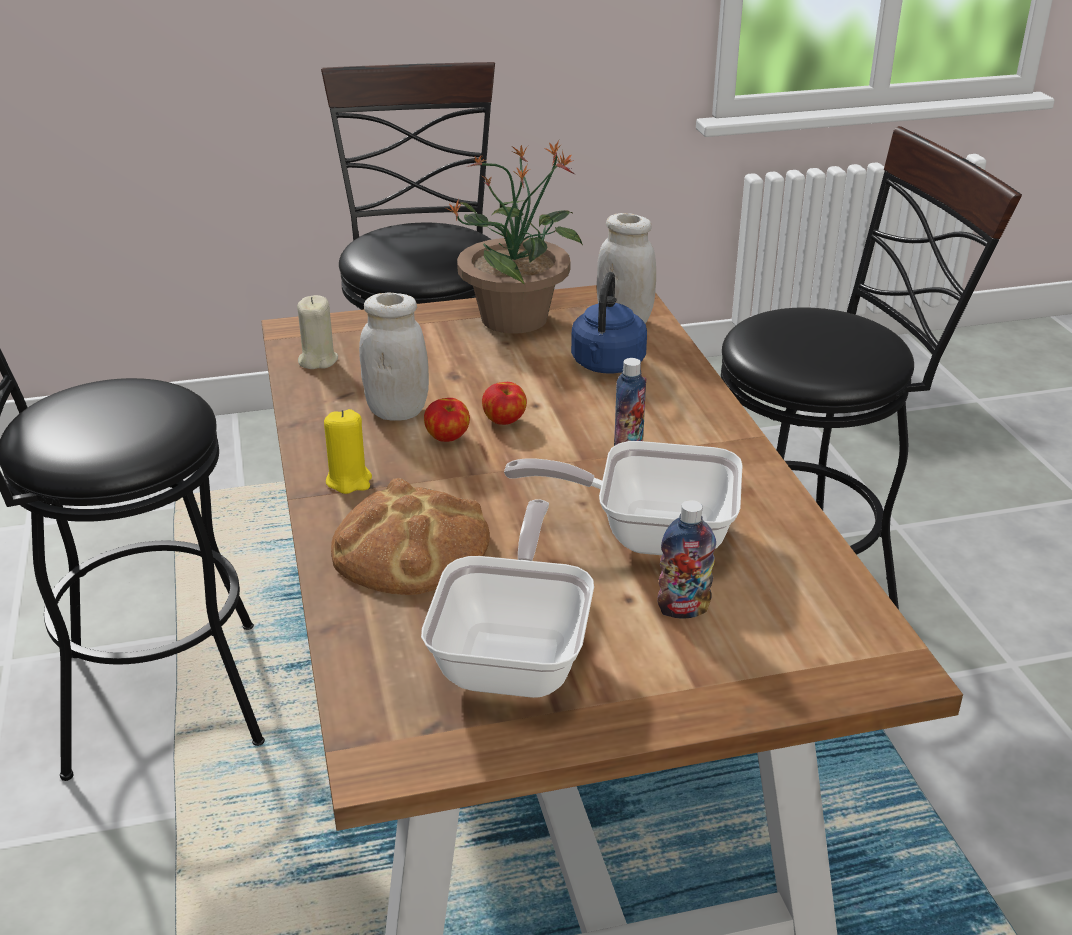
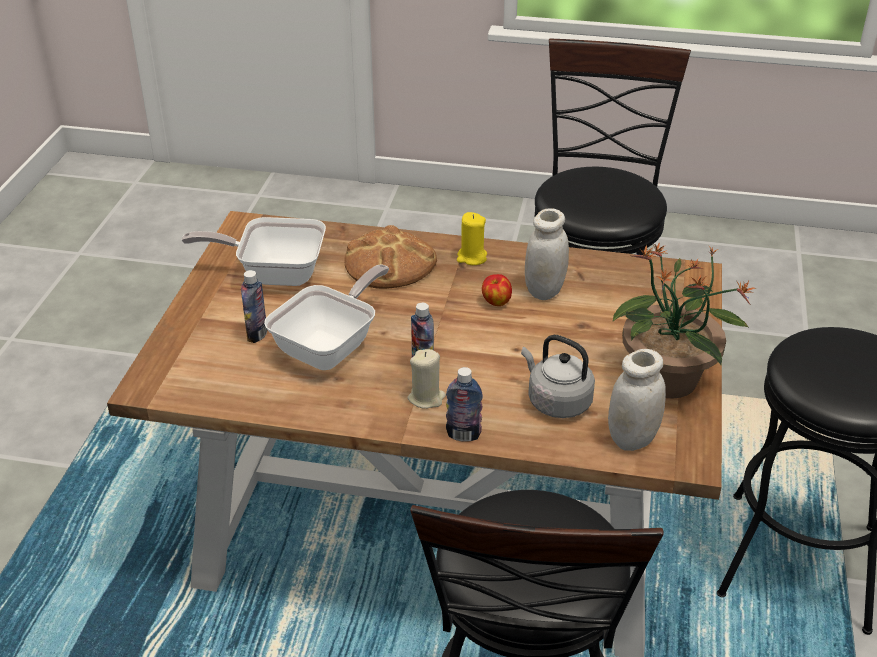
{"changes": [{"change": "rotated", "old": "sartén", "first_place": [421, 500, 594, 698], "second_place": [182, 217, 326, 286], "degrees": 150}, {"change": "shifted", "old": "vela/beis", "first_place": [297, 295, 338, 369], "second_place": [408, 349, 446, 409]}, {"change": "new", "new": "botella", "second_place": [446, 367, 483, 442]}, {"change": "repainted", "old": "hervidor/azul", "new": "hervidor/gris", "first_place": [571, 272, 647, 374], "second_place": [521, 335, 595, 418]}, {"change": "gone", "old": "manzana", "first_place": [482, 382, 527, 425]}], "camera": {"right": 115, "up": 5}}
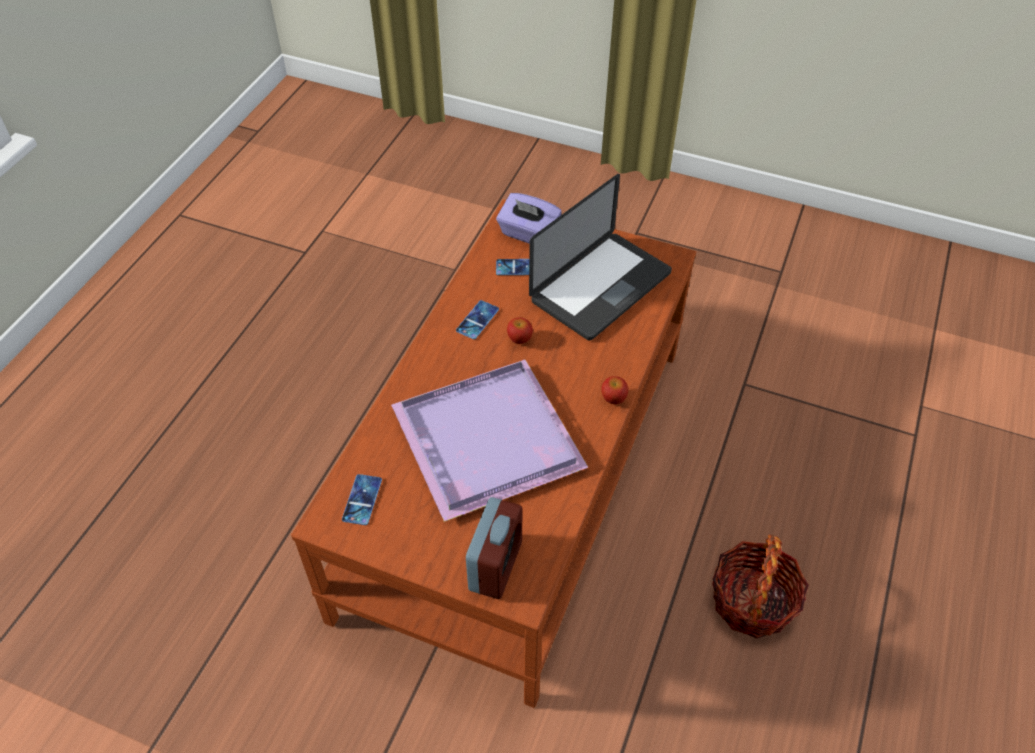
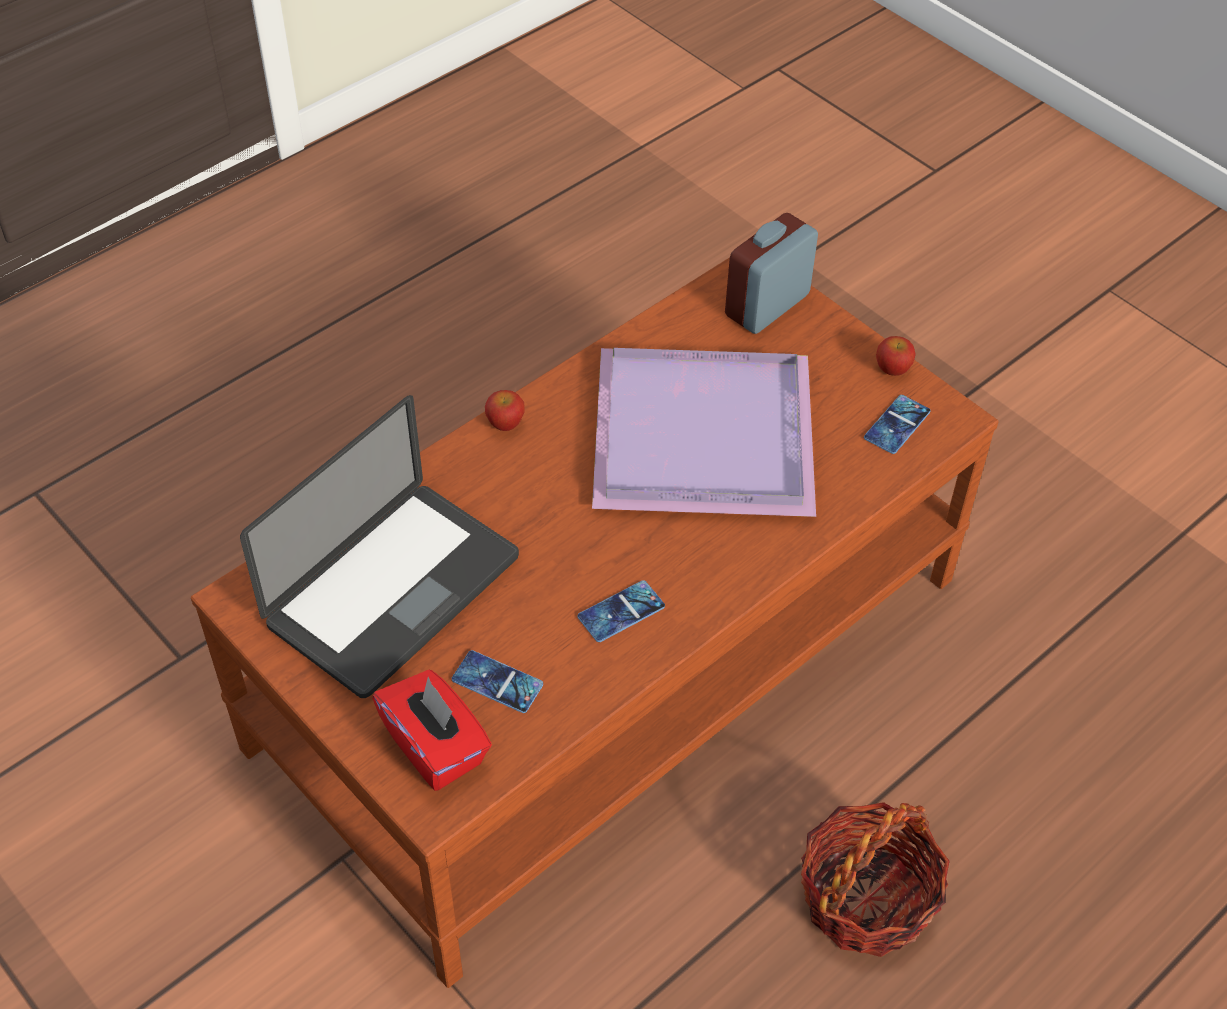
{"changes": [{"change": "rotated", "old": "portátil", "first_place": [529, 174, 672, 340], "second_place": [240, 395, 519, 698], "degrees": 150}, {"change": "repainted", "old": "caja de pañuelos/morado", "new": "caja de pañuelos/rojo", "first_place": [496, 193, 562, 244], "second_place": [372, 670, 492, 791]}, {"change": "shifted", "old": "cesta", "first_place": [712, 534, 809, 638], "second_place": [801, 802, 950, 957]}, {"change": "shifted", "old": "manzana", "first_place": [507, 317, 533, 344], "second_place": [876, 336, 916, 376]}], "camera": {"right": -155, "up": 0}}
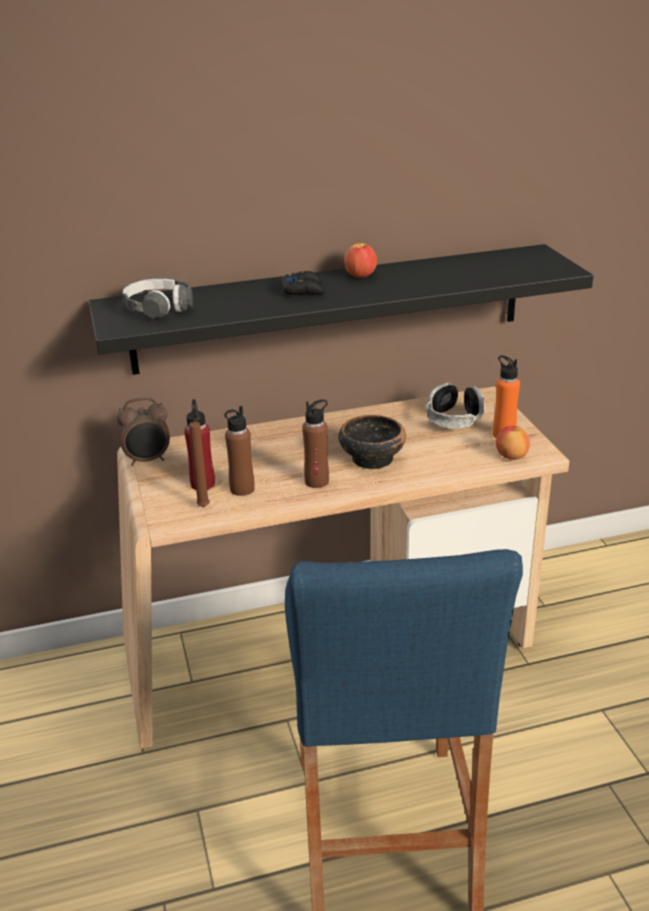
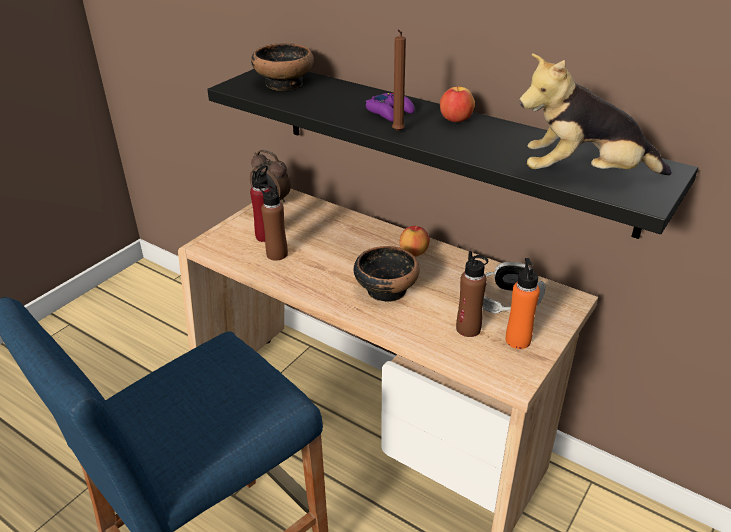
{"changes": [{"change": "swapped", "old": "auriculares", "new": "cuenco", "first_place": [122, 278, 193, 319], "second_place": [251, 43, 314, 91]}, {"change": "repainted", "old": "mando de consola/negro", "new": "mando de consola/morado", "first_place": [281, 271, 325, 295], "second_place": [366, 93, 415, 122]}, {"change": "shifted", "old": "vela/marrón", "first_place": [189, 418, 210, 507], "second_place": [392, 30, 406, 132]}, {"change": "shifted", "old": "manzana", "first_place": [496, 425, 530, 460], "second_place": [399, 226, 430, 257]}, {"change": "shifted", "old": "botella/marrón", "first_place": [302, 399, 329, 488], "second_place": [456, 251, 488, 337]}, {"change": "new", "new": "peluche", "second_place": [519, 53, 672, 175]}], "camera": {"right": 50, "up": 5}}
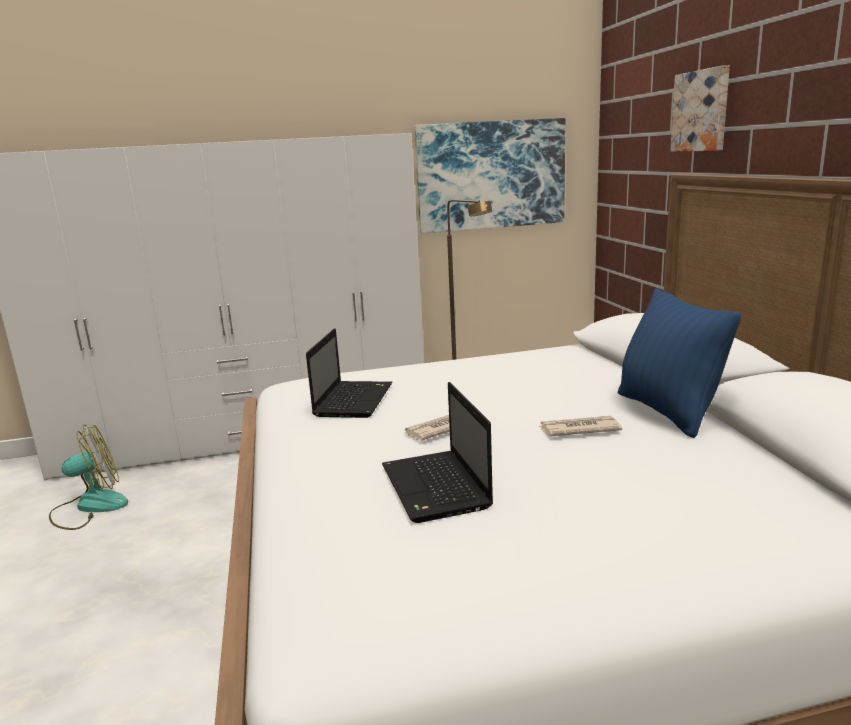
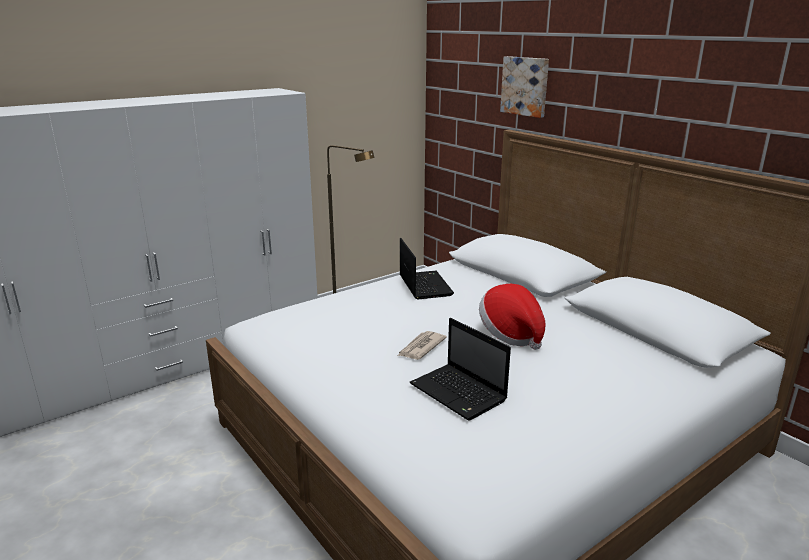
{"changes": [{"change": "shifted", "old": "portátil", "first_place": [306, 329, 392, 418], "second_place": [400, 238, 454, 299]}, {"change": "swapped", "old": "periódico", "new": "sombrero", "first_place": [538, 416, 622, 436], "second_place": [479, 284, 545, 350]}, {"change": "gone", "old": "ventilador", "first_place": [49, 424, 128, 530]}, {"change": "gone", "old": "cuadro", "first_place": [414, 118, 566, 233]}, {"change": "gone", "old": "cojín/azul", "first_place": [618, 289, 742, 438]}], "camera": {"right": -25, "up": 5}}
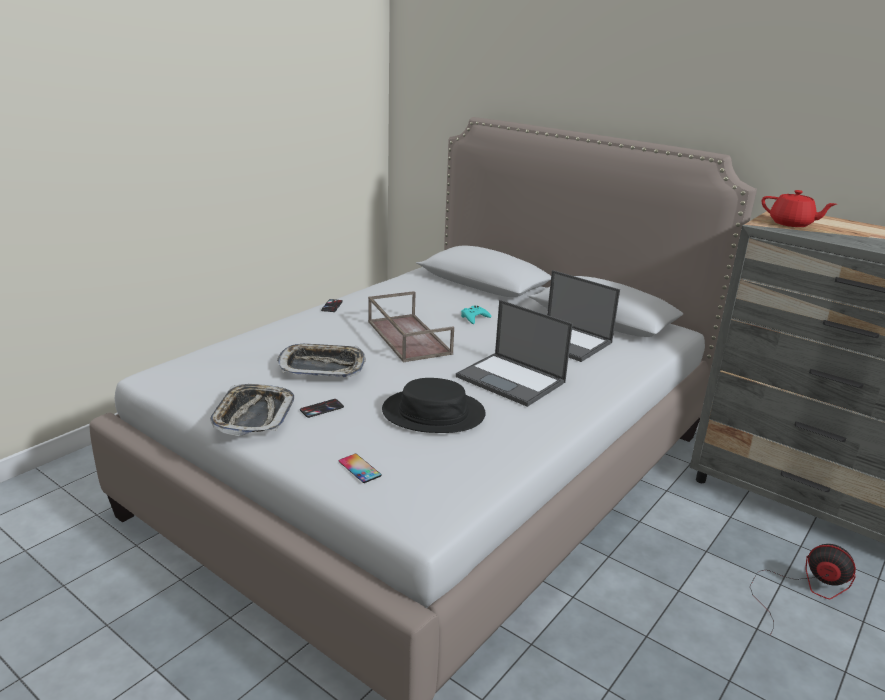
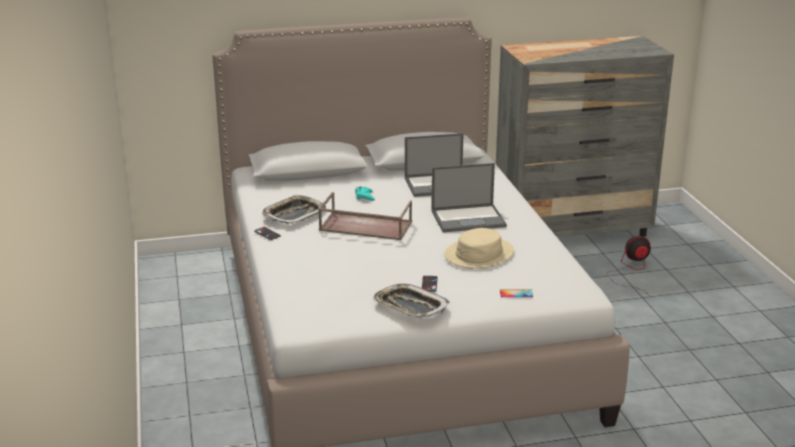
{"changes": [{"change": "shifted", "old": "bandeja", "first_place": [277, 344, 366, 377], "second_place": [262, 195, 326, 224]}, {"change": "repainted", "old": "sombrero/negro", "new": "sombrero/beis", "first_place": [382, 378, 486, 433], "second_place": [444, 228, 514, 269]}, {"change": "gone", "old": "tetera/rojo", "first_place": [762, 190, 837, 227]}], "camera": {"right": -50, "up": 0}}
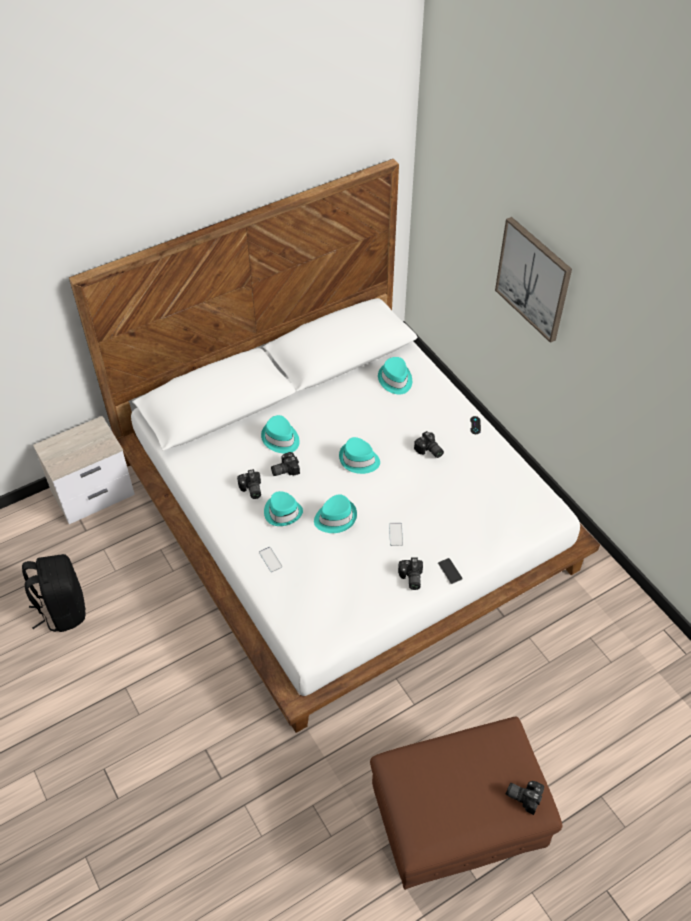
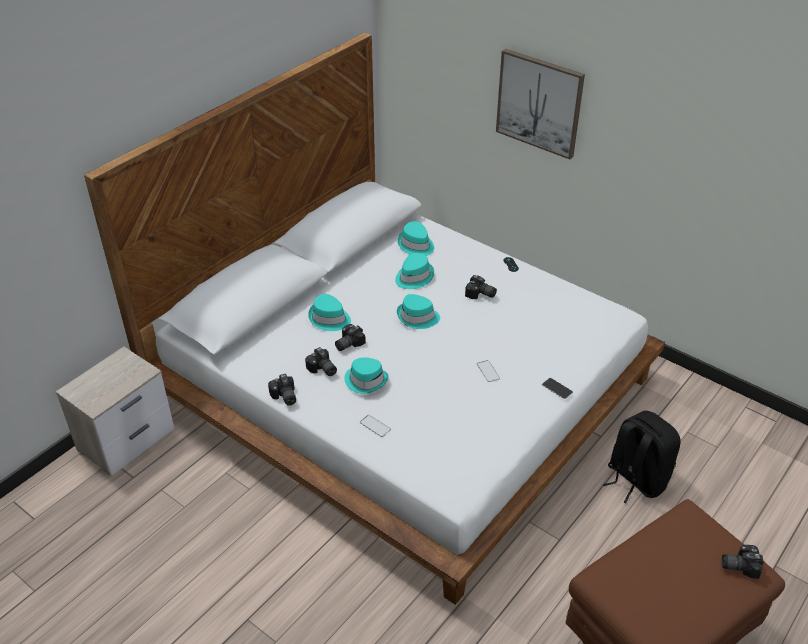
{"changes": [{"change": "shifted", "old": "cámara", "first_place": [398, 557, 423, 590], "second_place": [268, 374, 296, 406]}, {"change": "shifted", "old": "sombrero/turquesa", "first_place": [314, 494, 357, 533], "second_place": [395, 253, 434, 289]}, {"change": "shifted", "old": "mochila/negro", "first_place": [22, 554, 85, 632], "second_place": [603, 411, 681, 504]}], "camera": {"right": -20, "up": -10}}
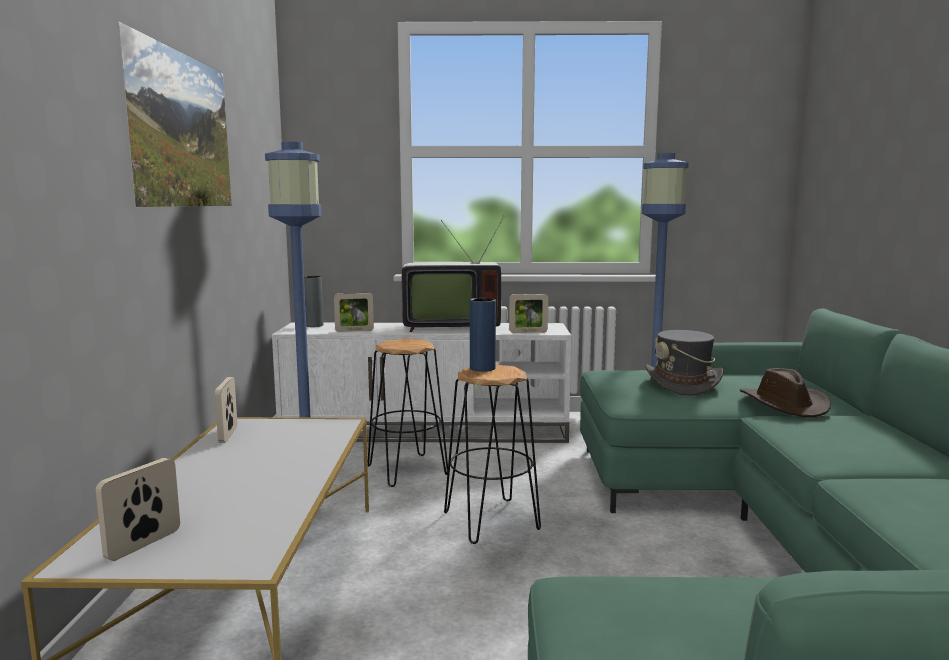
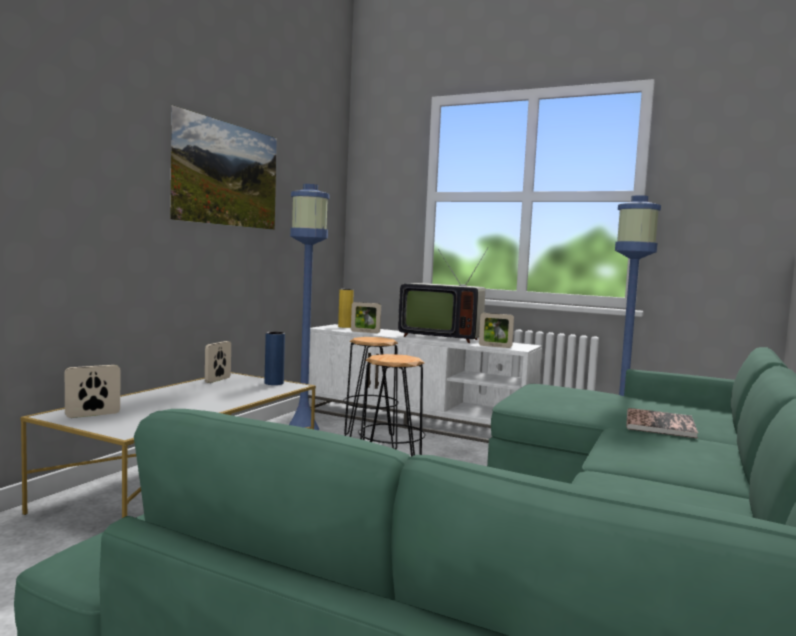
{"changes": [{"change": "shifted", "old": "florero/azul", "first_place": [470, 298, 496, 372], "second_place": [264, 332, 285, 385]}, {"change": "repainted", "old": "florero/gris", "new": "florero/amarillo", "first_place": [304, 276, 323, 327], "second_place": [338, 289, 354, 328]}, {"change": "swapped", "old": "sombrero/marrón", "new": "libro", "first_place": [739, 368, 831, 417], "second_place": [626, 408, 698, 439]}, {"change": "gone", "old": "sombrero/gris", "first_place": [645, 330, 724, 396]}], "camera": {"right": 25, "up": -5}}
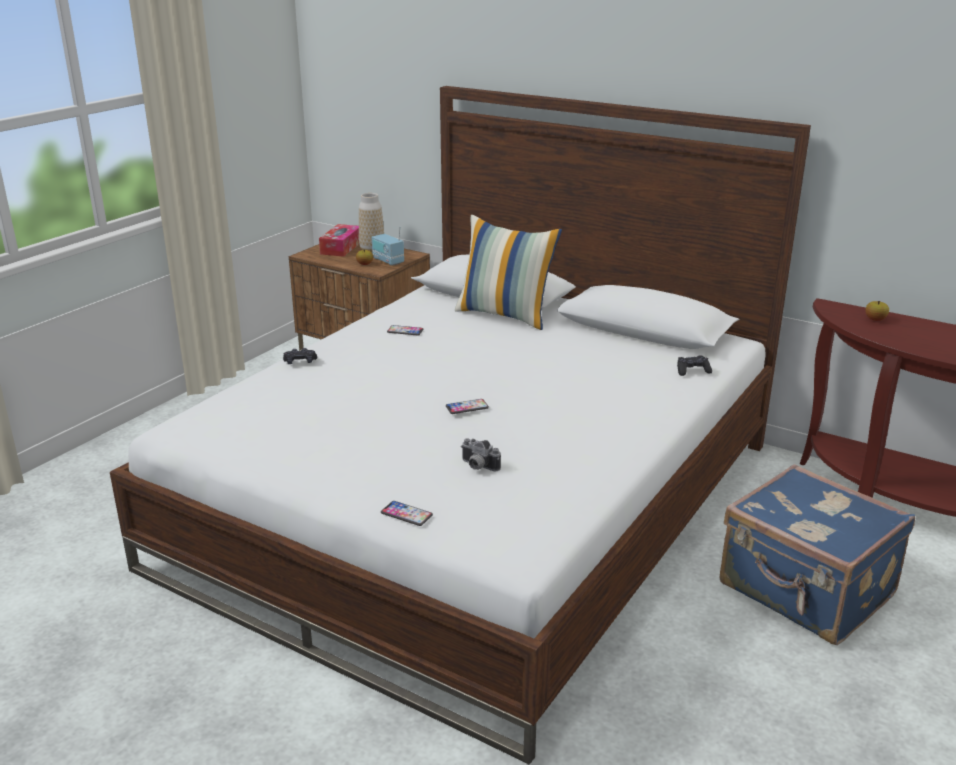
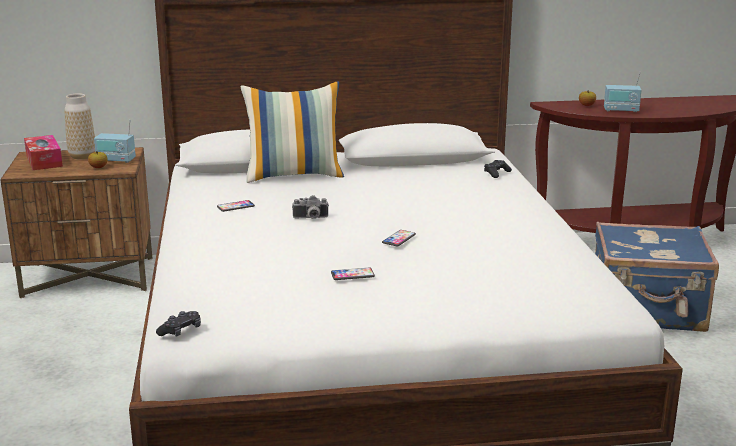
{"changes": [{"change": "shifted", "old": "mando de consola/negro", "first_place": [283, 348, 317, 364], "second_place": [156, 311, 201, 337]}, {"change": "shifted", "old": "cámara", "first_place": [461, 438, 501, 471], "second_place": [292, 195, 329, 219]}, {"change": "shifted", "old": "móvil", "first_place": [381, 501, 433, 526], "second_place": [331, 267, 375, 280]}, {"change": "new", "new": "radio", "second_place": [604, 71, 642, 112]}], "camera": {"right": -40, "up": -5}}
